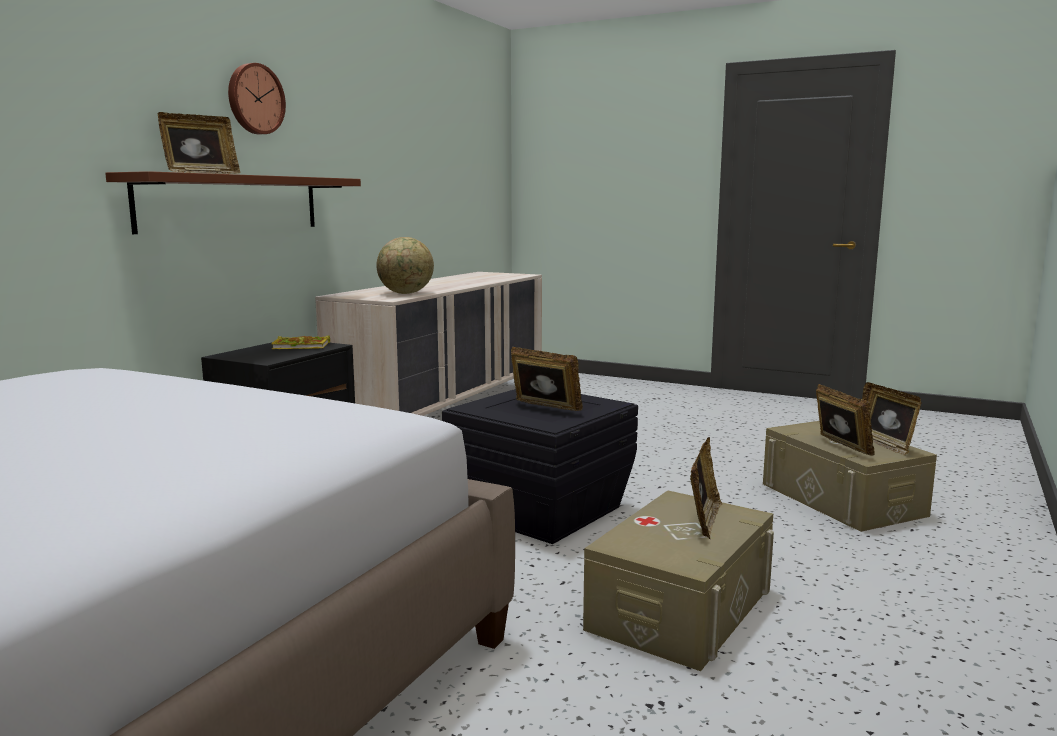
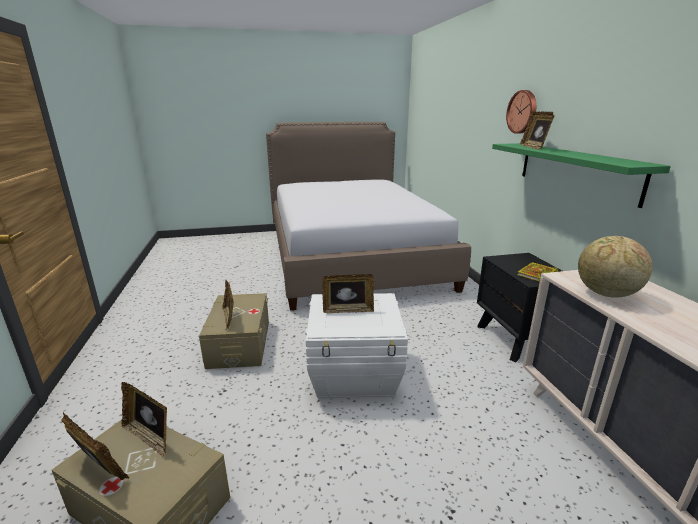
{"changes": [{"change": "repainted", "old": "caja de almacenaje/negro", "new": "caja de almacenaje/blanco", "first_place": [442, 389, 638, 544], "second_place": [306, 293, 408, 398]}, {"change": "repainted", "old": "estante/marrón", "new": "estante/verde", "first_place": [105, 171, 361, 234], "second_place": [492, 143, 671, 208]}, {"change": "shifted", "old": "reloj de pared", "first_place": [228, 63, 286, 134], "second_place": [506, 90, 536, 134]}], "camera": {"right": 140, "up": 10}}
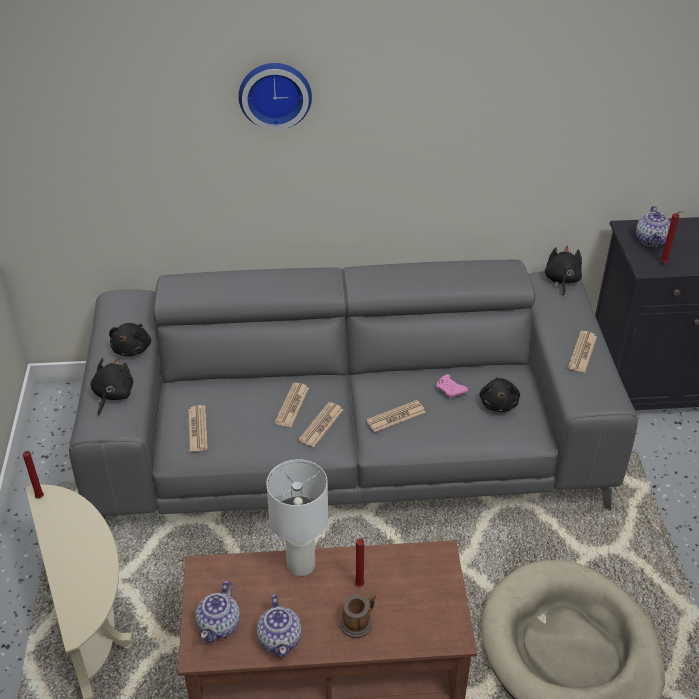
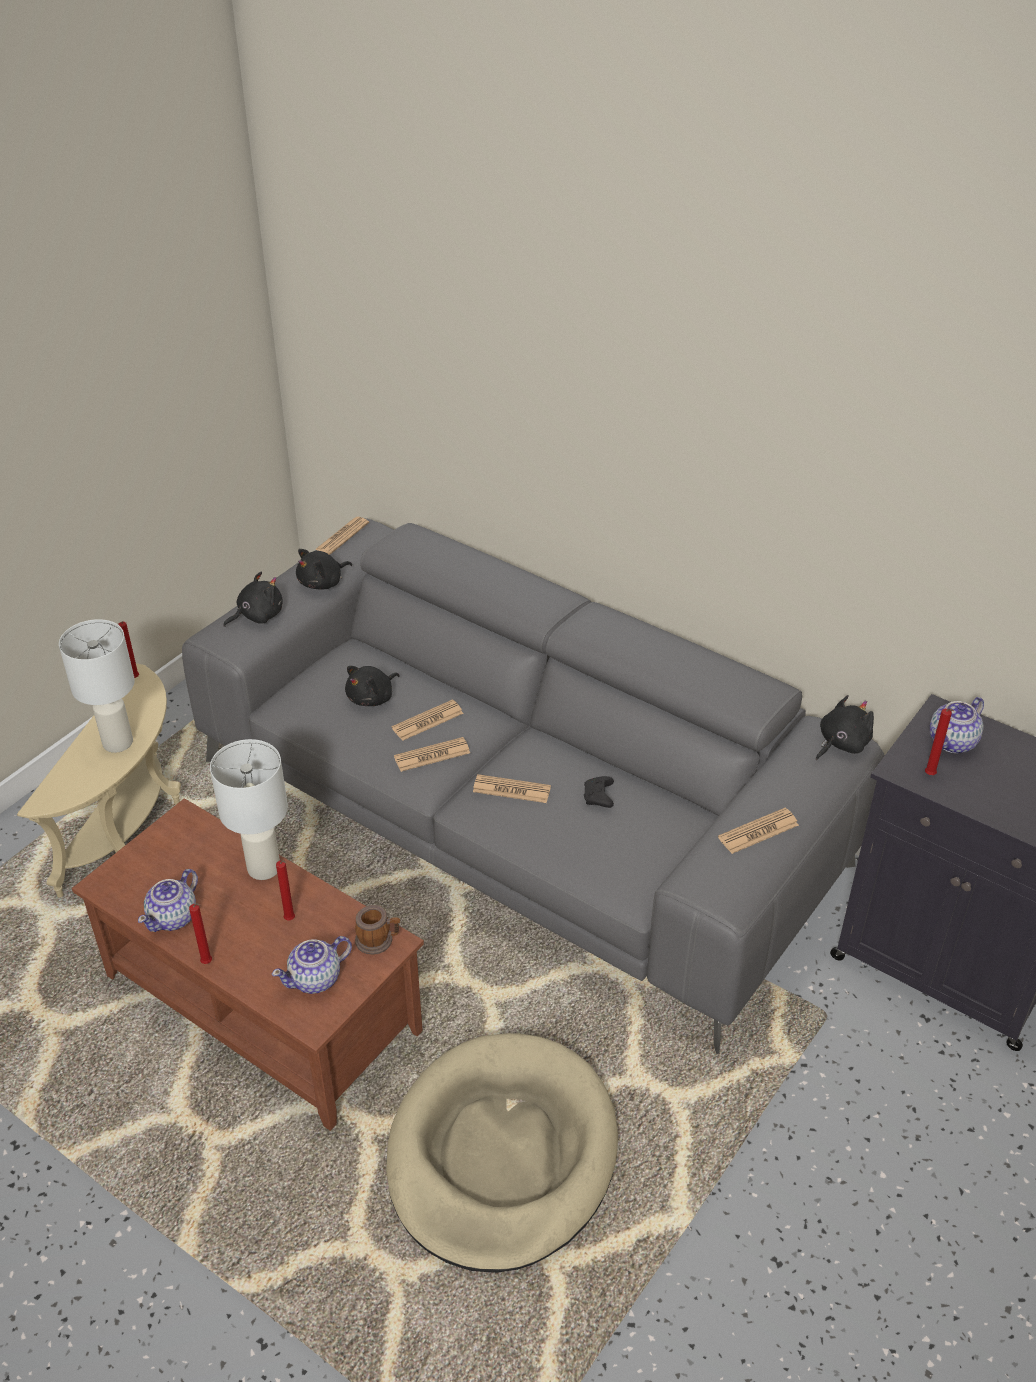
{"changes": [{"change": "new", "new": "lámpara de mesa/blanco", "second_place": [59, 619, 135, 753]}, {"change": "new", "new": "vela/rojo", "second_place": [189, 903, 212, 964]}, {"change": "shifted", "old": "tetera", "first_place": [195, 581, 240, 643], "second_place": [272, 936, 352, 994]}, {"change": "shifted", "old": "periódico", "first_place": [188, 405, 208, 452], "second_place": [315, 517, 369, 555]}, {"change": "shifted", "old": "peluche/negro", "first_place": [479, 377, 520, 412], "second_place": [345, 666, 400, 706]}, {"change": "shifted", "old": "taza grande", "first_place": [340, 595, 376, 638], "second_place": [355, 905, 400, 955]}, {"change": "repainted", "old": "mando de consola/rosa", "new": "mando de consola/negro", "first_place": [436, 374, 468, 399], "second_place": [584, 776, 614, 808]}, {"change": "gone", "old": "reloj de pared", "first_place": [239, 63, 312, 130]}], "camera": {"right": 40, "up": 0}}
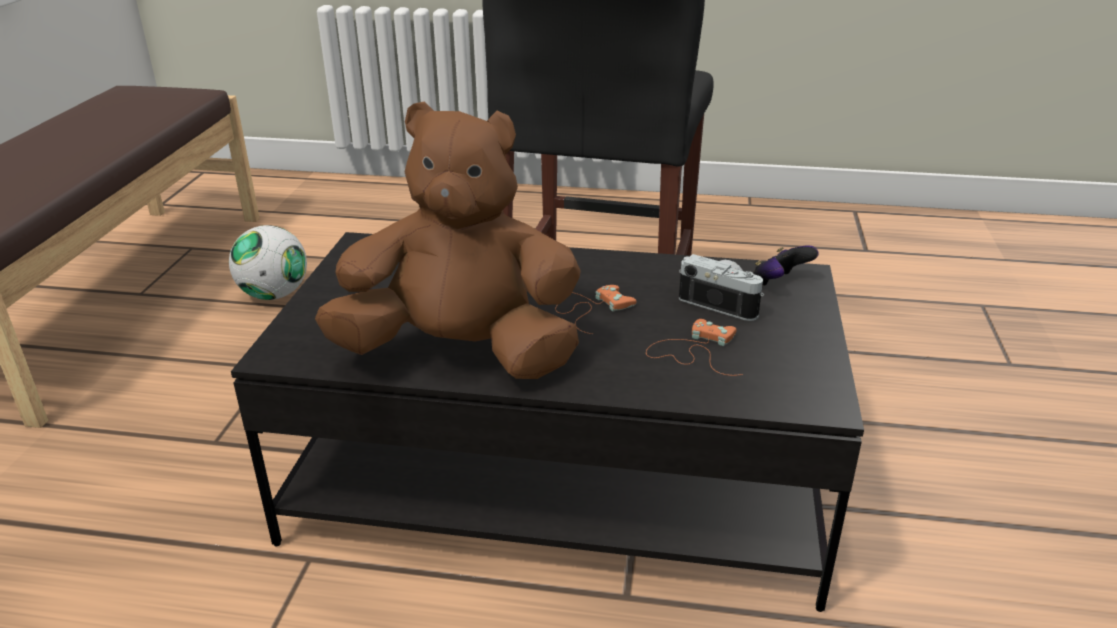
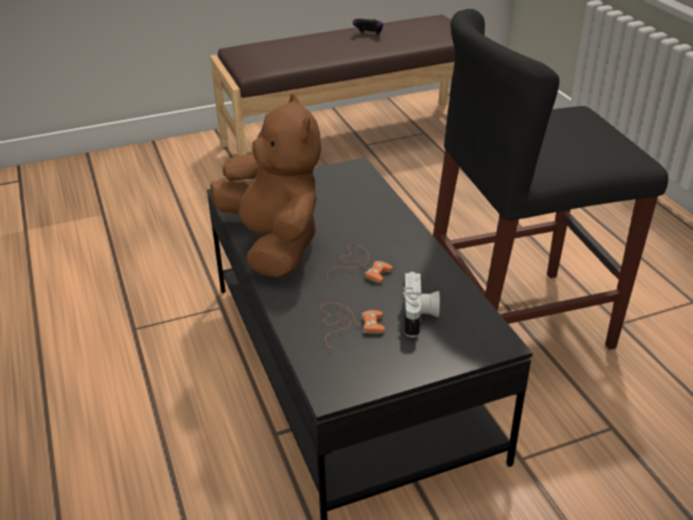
{"changes": [{"change": "shifted", "old": "mando de consola", "first_place": [753, 245, 819, 286], "second_place": [352, 19, 383, 34]}, {"change": "gone", "old": "balón de fútbol", "first_place": [229, 225, 307, 300]}], "camera": {"right": 60, "up": 5}}
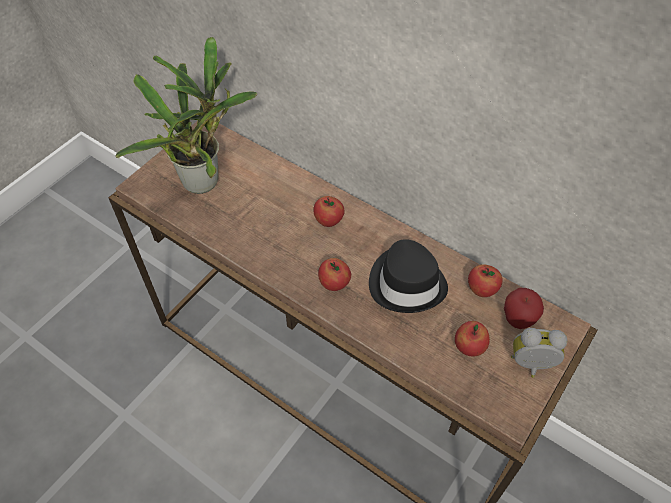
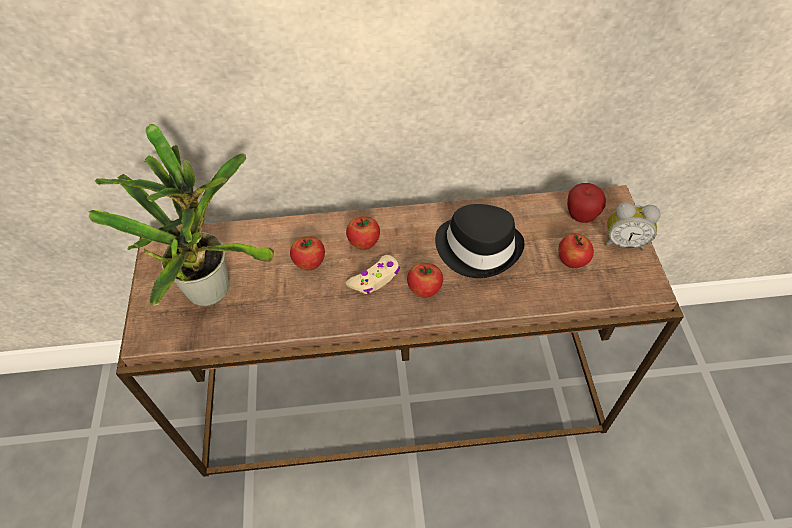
{"changes": [{"change": "shifted", "old": "manzana", "first_place": [468, 264, 503, 297], "second_place": [290, 236, 325, 270]}, {"change": "new", "new": "mando de consola/beis", "second_place": [346, 255, 400, 294]}, {"change": "rotated", "old": "despertador", "first_place": [511, 328, 567, 378], "second_place": [605, 202, 660, 250], "degrees": -135}], "camera": {"right": -40, "up": 0}}
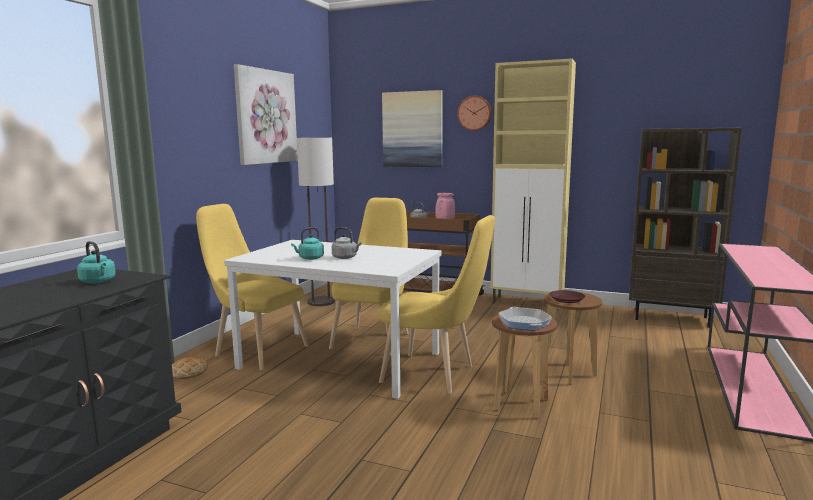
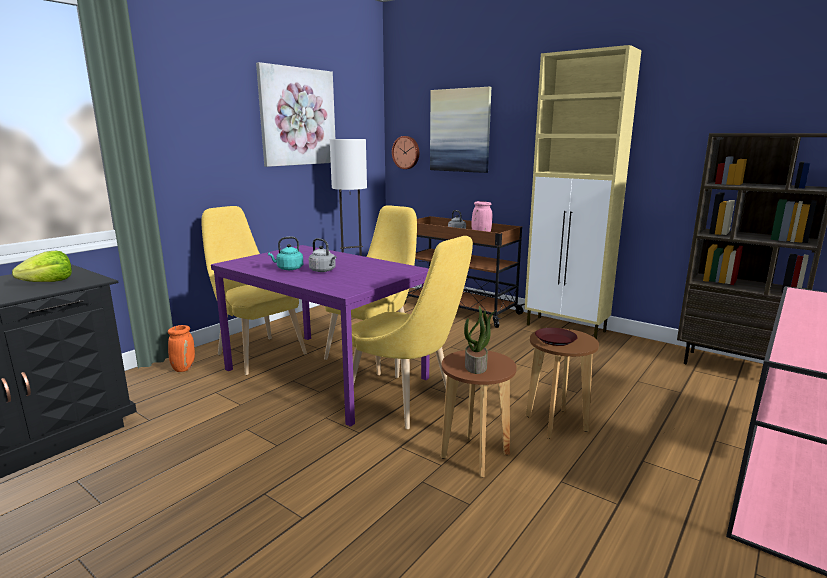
{"changes": [{"change": "swapped", "old": "hervidor/turquesa", "new": "lechuga", "first_place": [77, 241, 116, 283], "second_place": [12, 251, 72, 282]}, {"change": "swapped", "old": "pan", "new": "florero/naranja", "first_place": [172, 357, 208, 379], "second_place": [168, 325, 195, 372]}, {"change": "repainted", "old": "mesa de comedor/blanco", "new": "mesa de comedor/morado", "first_place": [224, 240, 442, 399], "second_place": [211, 245, 429, 427]}, {"change": "shifted", "old": "reloj de pared", "first_place": [457, 96, 492, 131], "second_place": [392, 136, 419, 169]}, {"change": "swapped", "old": "sartén", "new": "planta en maceta", "first_place": [498, 307, 552, 331], "second_place": [464, 306, 496, 374]}], "camera": {"right": 15, "up": 5}}
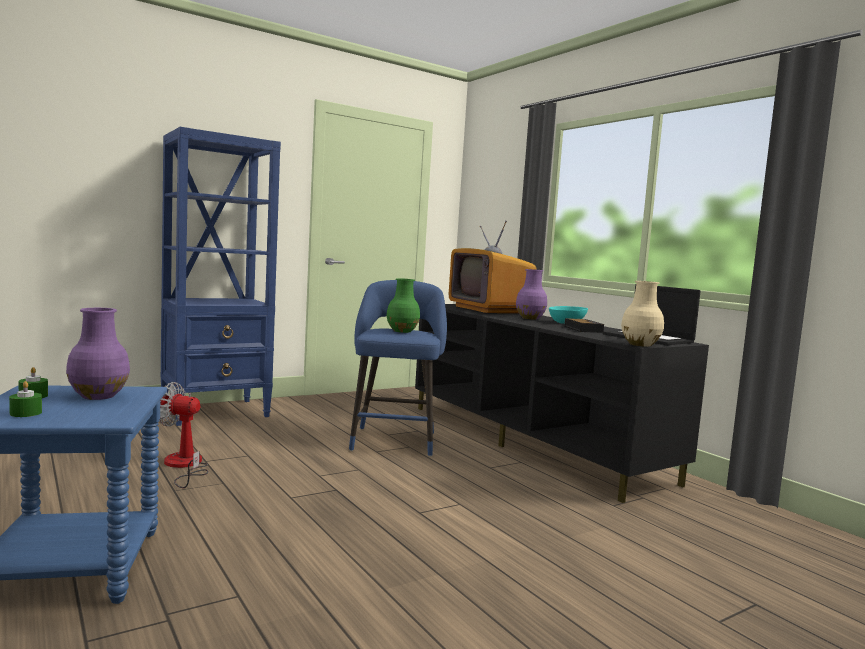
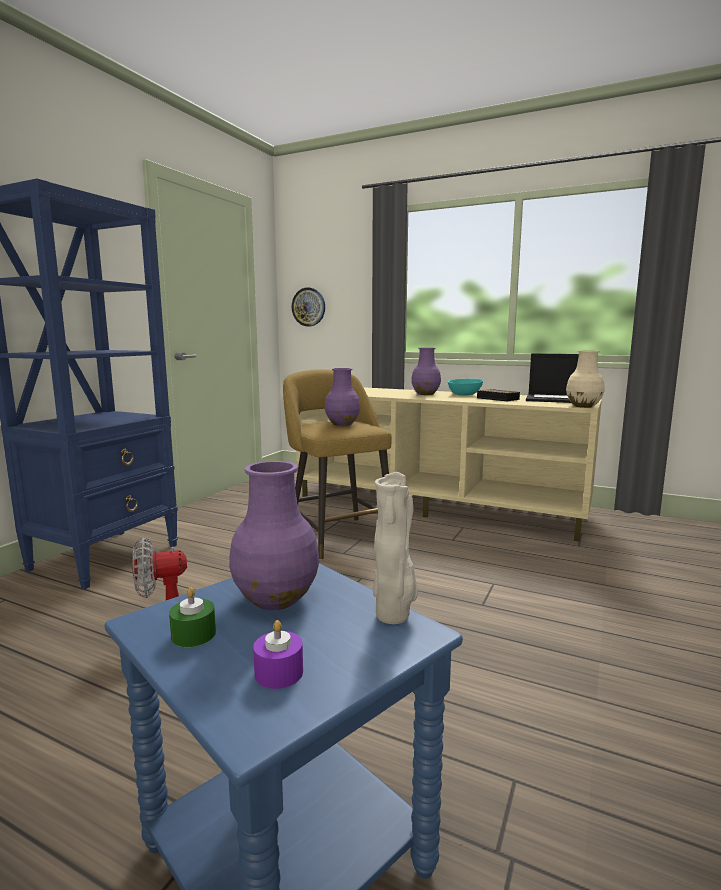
{"changes": [{"change": "repainted", "old": "vela/verde", "new": "vela/morado", "first_place": [9, 381, 42, 417], "second_place": [253, 620, 303, 689]}, {"change": "repainted", "old": "taburete/azul", "new": "taburete/amarillo", "first_place": [349, 280, 447, 456], "second_place": [283, 369, 391, 560]}, {"change": "new", "new": "reloj de pared", "second_place": [292, 287, 325, 326]}, {"change": "repainted", "old": "mueble de televisión/negro", "new": "mueble de televisión/beis", "first_place": [415, 304, 709, 503], "second_place": [296, 387, 602, 542]}, {"change": "repainted", "old": "florero/verde", "new": "florero/morado", "first_place": [386, 278, 420, 333], "second_place": [325, 368, 360, 426]}, {"change": "new", "new": "florero/beis", "second_place": [373, 472, 418, 624]}, {"change": "gone", "old": "televisor", "first_place": [449, 220, 536, 313]}], "camera": {"right": -30, "up": 5}}
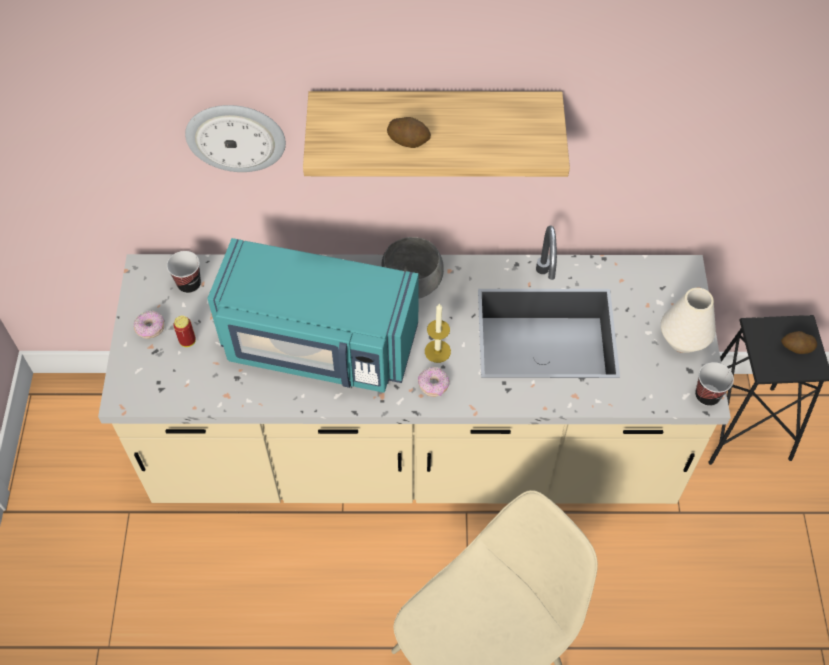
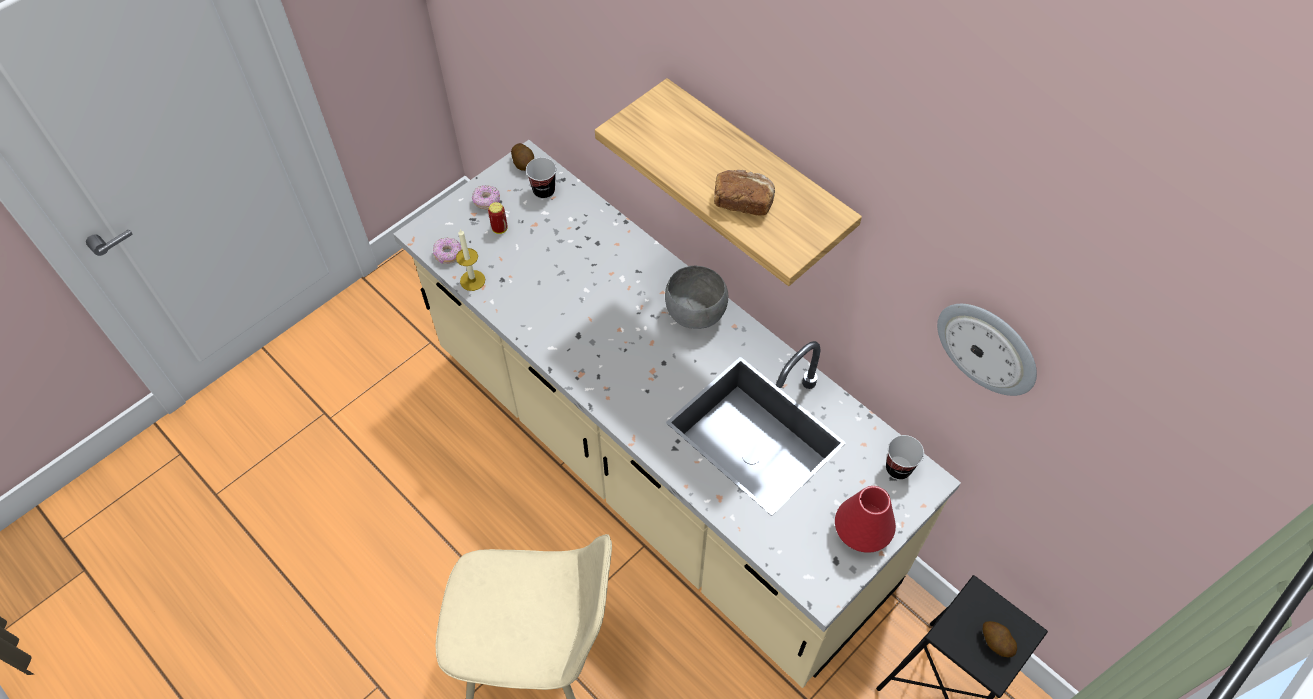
{"changes": [{"change": "shifted", "old": "rosquilla", "first_place": [418, 367, 449, 397], "second_place": [433, 238, 462, 264]}, {"change": "shifted", "old": "vela", "first_place": [425, 303, 451, 363], "second_place": [456, 229, 485, 291]}, {"change": "shifted", "old": "patata", "first_place": [387, 117, 431, 148], "second_place": [511, 143, 534, 171]}, {"change": "new", "new": "pan", "second_place": [714, 170, 775, 216]}, {"change": "repainted", "old": "florero/blanco", "new": "florero/rojo", "first_place": [661, 288, 716, 353], "second_place": [835, 486, 896, 553]}, {"change": "shifted", "old": "taza", "first_place": [695, 362, 734, 406], "second_place": [886, 435, 924, 480]}, {"change": "shifted", "old": "reloj de pared", "first_place": [185, 105, 286, 172], "second_place": [937, 304, 1037, 396]}, {"change": "gone", "old": "microondas/turquesa", "first_place": [207, 238, 419, 393]}], "camera": {"right": 45, "up": 0}}
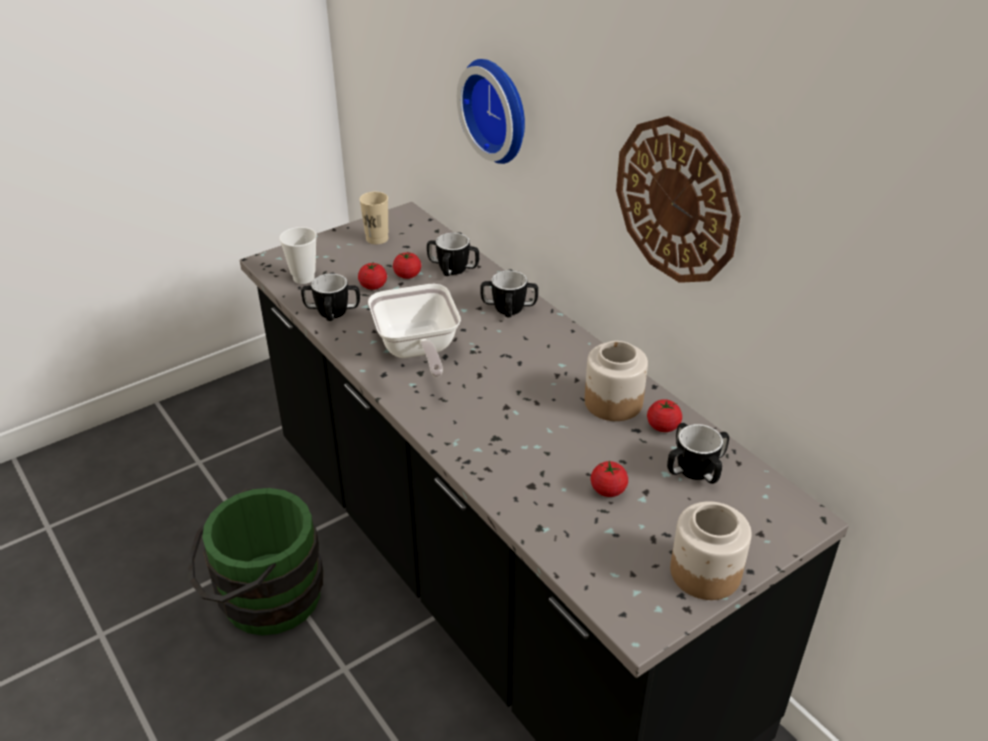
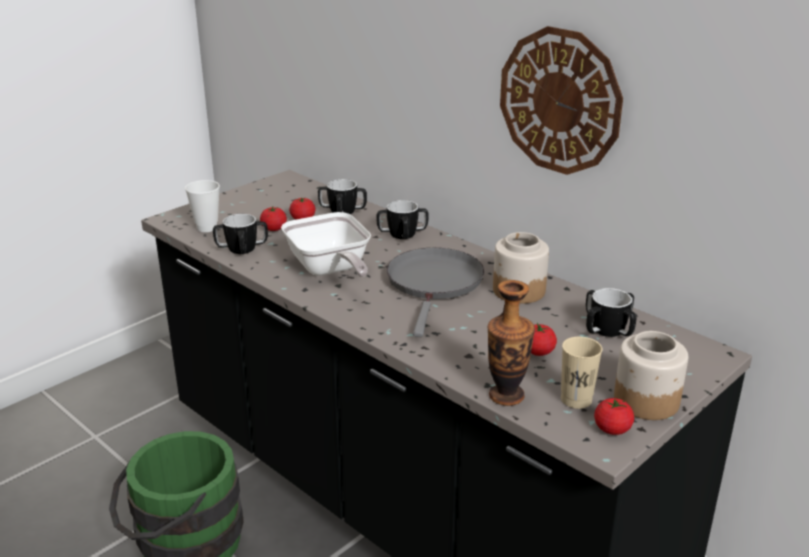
{"changes": [{"change": "new", "new": "sartén/gris", "second_place": [387, 248, 484, 337]}, {"change": "new", "new": "florero", "second_place": [488, 280, 535, 406]}, {"change": "shifted", "old": "taza/beis", "first_place": [359, 192, 388, 245], "second_place": [561, 337, 603, 409]}, {"change": "shifted", "old": "tomate", "first_place": [647, 399, 682, 432], "second_place": [594, 398, 634, 435]}, {"change": "gone", "old": "reloj de pared", "first_place": [457, 59, 525, 164]}], "camera": {"right": -10, "up": -10}}
